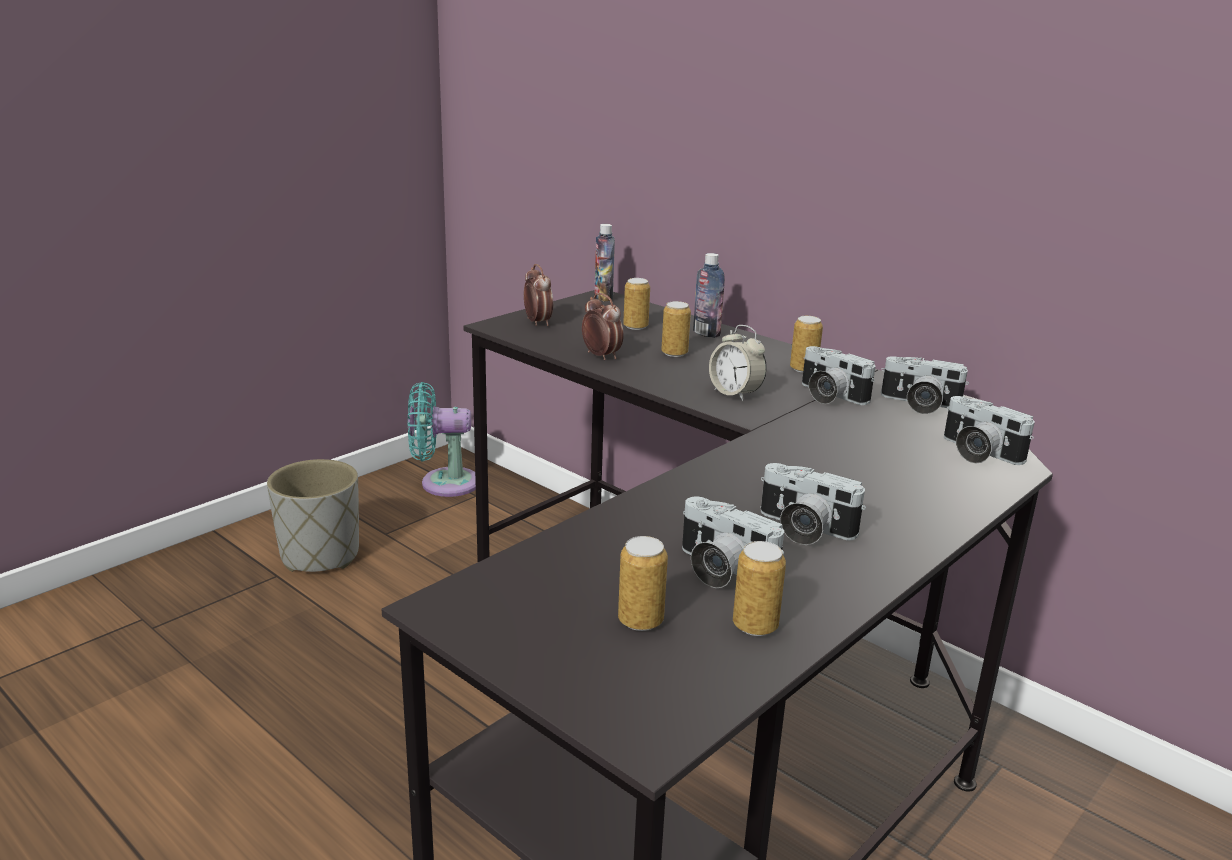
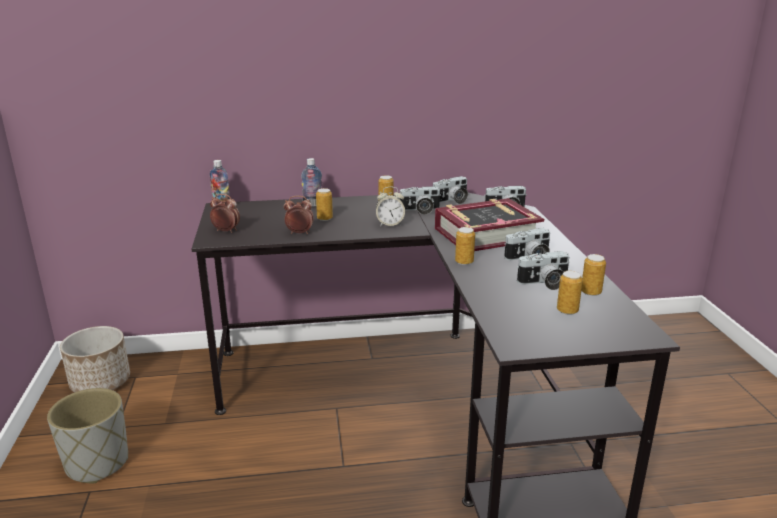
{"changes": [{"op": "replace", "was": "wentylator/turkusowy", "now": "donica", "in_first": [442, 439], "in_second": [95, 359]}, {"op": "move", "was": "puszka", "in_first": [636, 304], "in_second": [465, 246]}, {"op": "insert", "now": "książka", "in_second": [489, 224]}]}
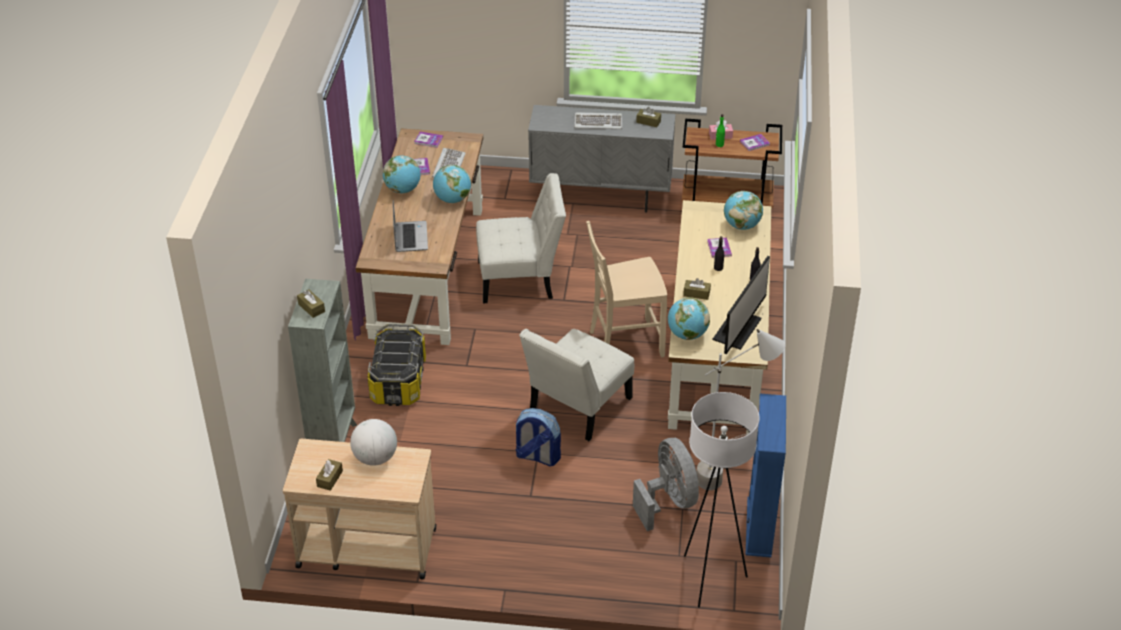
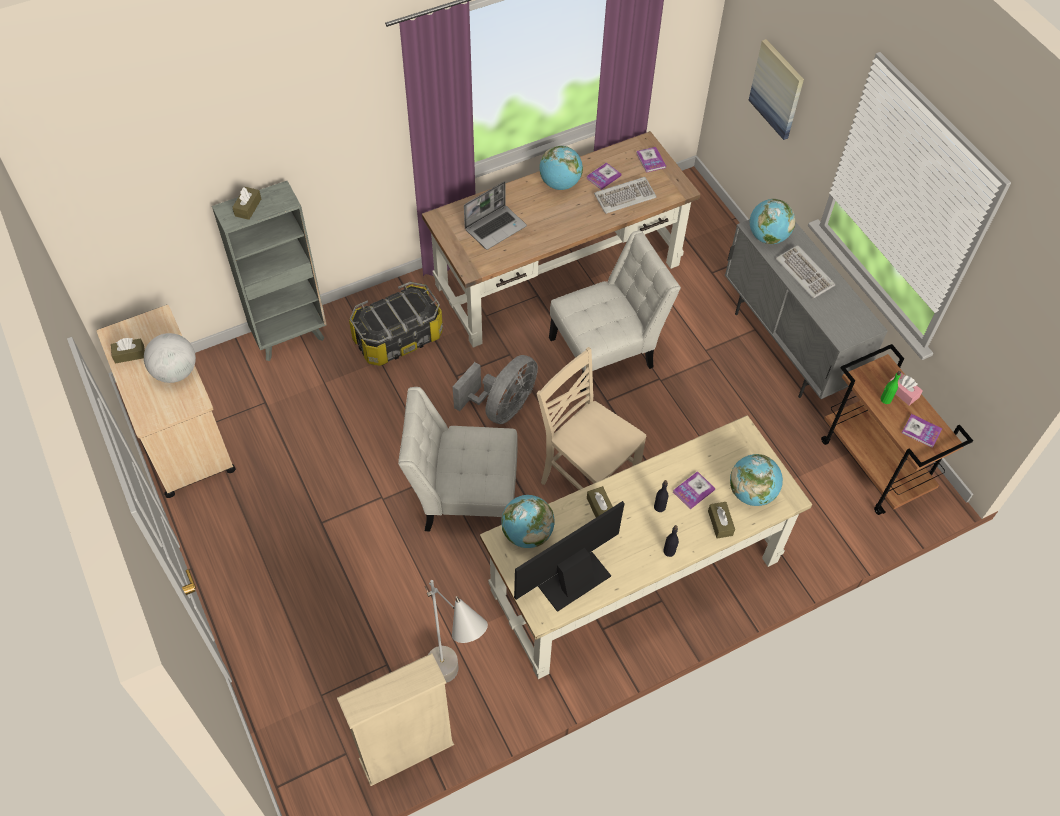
{"changes": [{"op": "move", "was": "globus", "in_first": [452, 184], "in_second": [772, 221]}, {"op": "rotate", "was": "krzesło/biały", "in_first": [521, 238], "in_second": [615, 311], "clockwise": -75}, {"op": "delete", "was": "plecak", "in_first": [538, 437]}, {"op": "move", "was": "wentylator/szary", "in_first": [666, 484], "in_second": [495, 389]}, {"op": "move", "was": "pudełko chusteczek/brązowy", "in_first": [648, 117], "in_second": [721, 520]}, {"op": "delete", "was": "lampa stojąca/biały", "in_first": [722, 500]}, {"op": "rotate", "was": "monitor", "in_first": [741, 305], "in_second": [569, 556], "clockwise": 150}, {"op": "recolor", "was": "regał/niebieski", "now": "regał/beżowy", "in_first": [766, 475], "in_second": [395, 719]}, {"op": "insert", "now": "obraz", "in_second": [776, 89]}]}
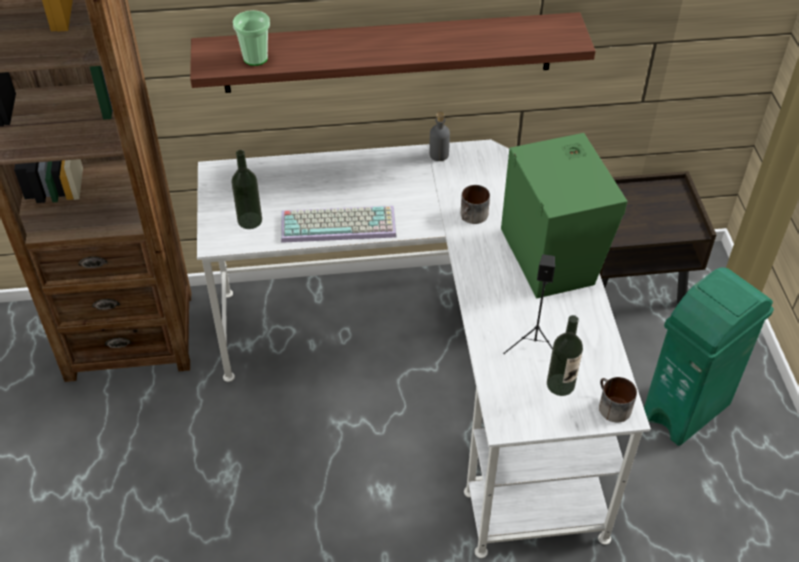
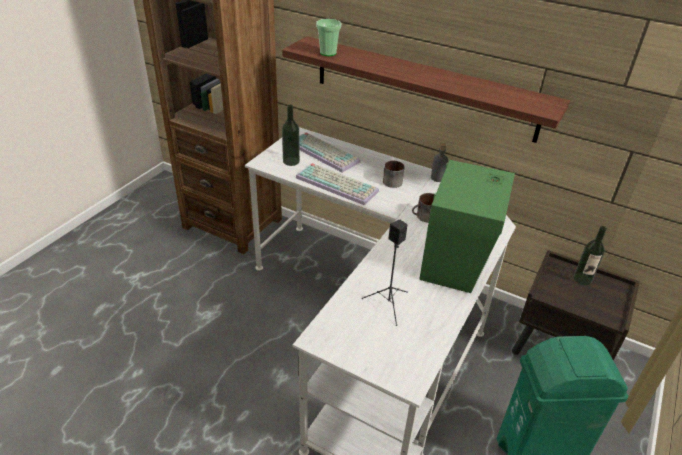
{"changes": [{"op": "move", "was": "butelka", "in_first": [565, 355], "in_second": [590, 255]}, {"op": "move", "was": "kubek", "in_first": [618, 400], "in_second": [393, 174]}, {"op": "insert", "now": "klawiatura", "in_second": [329, 152]}]}
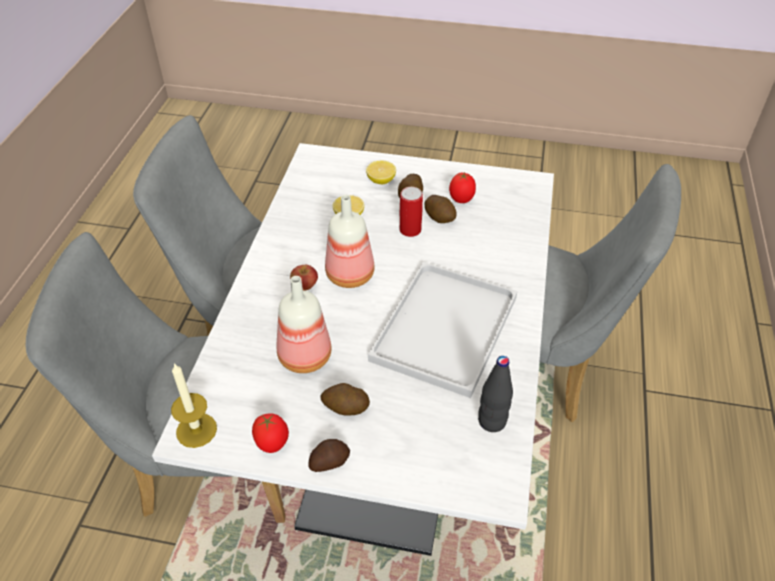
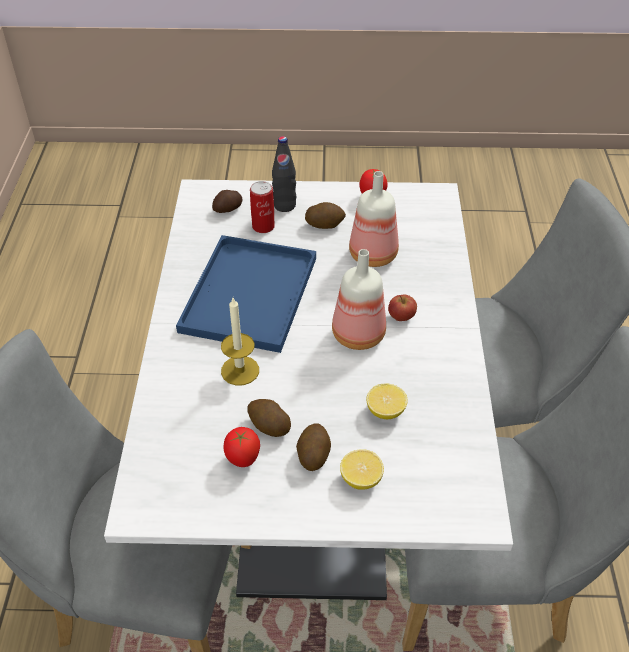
{"changes": [{"op": "move", "was": "świeca", "in_first": [194, 405], "in_second": [240, 342]}, {"op": "move", "was": "ziemniak", "in_first": [329, 455], "in_second": [227, 201]}, {"op": "recolor", "was": "taca/biały", "now": "taca/niebieski", "in_first": [443, 330], "in_second": [246, 294]}, {"op": "move", "was": "puszka", "in_first": [411, 212], "in_second": [262, 207]}, {"op": "move", "was": "butelka/czarny", "in_first": [495, 394], "in_second": [284, 174]}]}
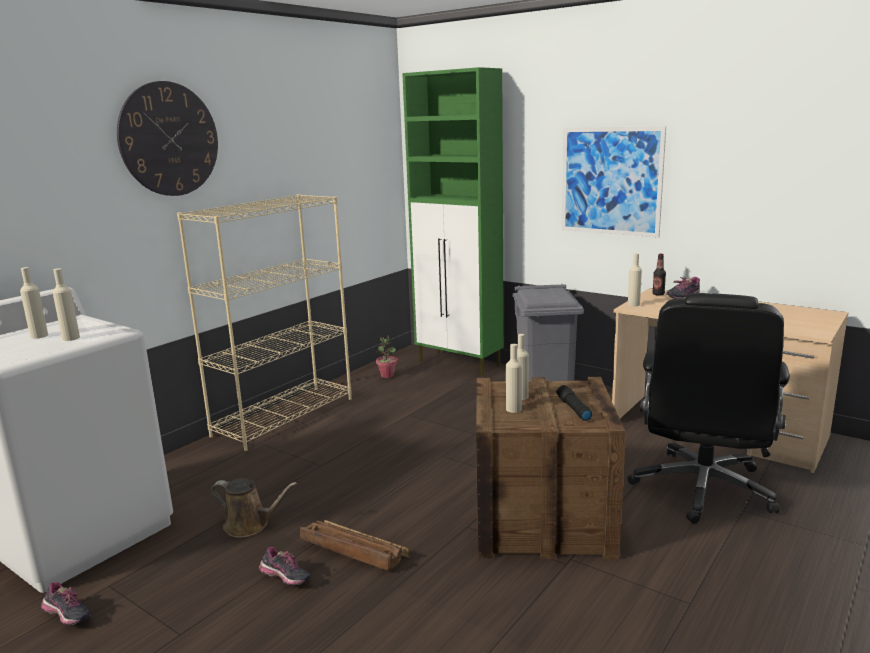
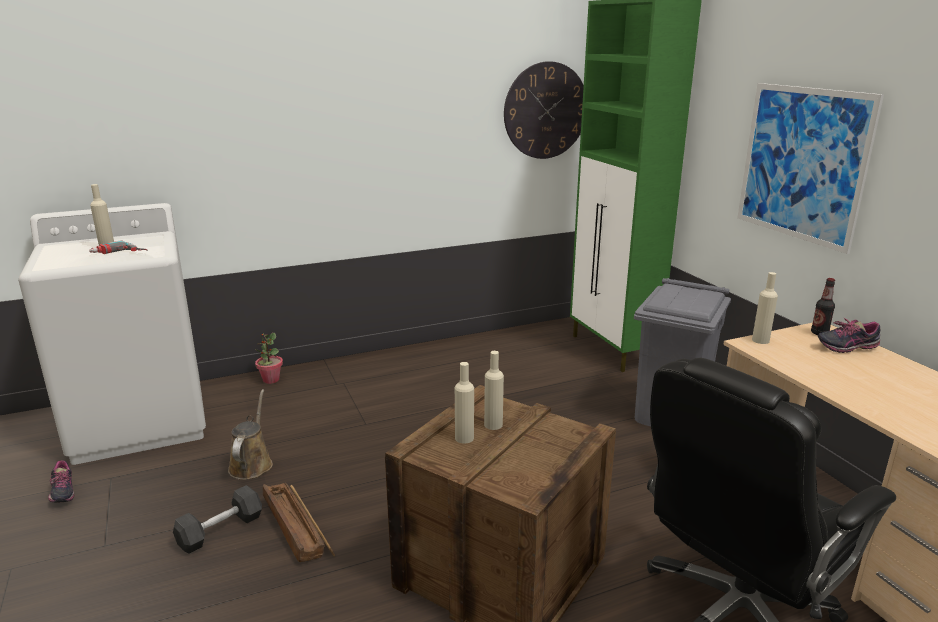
{"changes": [{"op": "replace", "was": "butelka/beżowy", "now": "wiertarka", "in_first": [66, 304], "in_second": [118, 247]}, {"op": "move", "was": "zegar ścienny", "in_first": [167, 138], "in_second": [544, 110]}, {"op": "delete", "was": "regał/beżowy", "in_first": [264, 322]}, {"op": "rotate", "was": "konewka/brązowy", "in_first": [253, 508], "in_second": [250, 434], "clockwise": -135}, {"op": "replace", "was": "but", "now": "hantel/szary", "in_first": [285, 566], "in_second": [217, 519]}, {"op": "move", "was": "roślina doniczkowa", "in_first": [387, 356], "in_second": [269, 358]}, {"op": "delete", "was": "latarka/czarny", "in_first": [574, 403]}]}
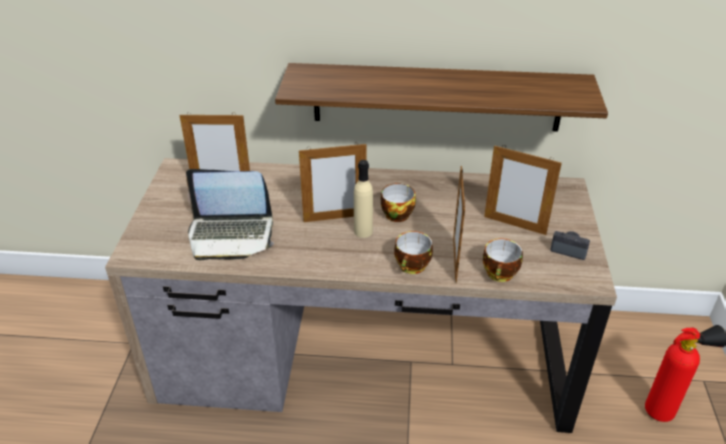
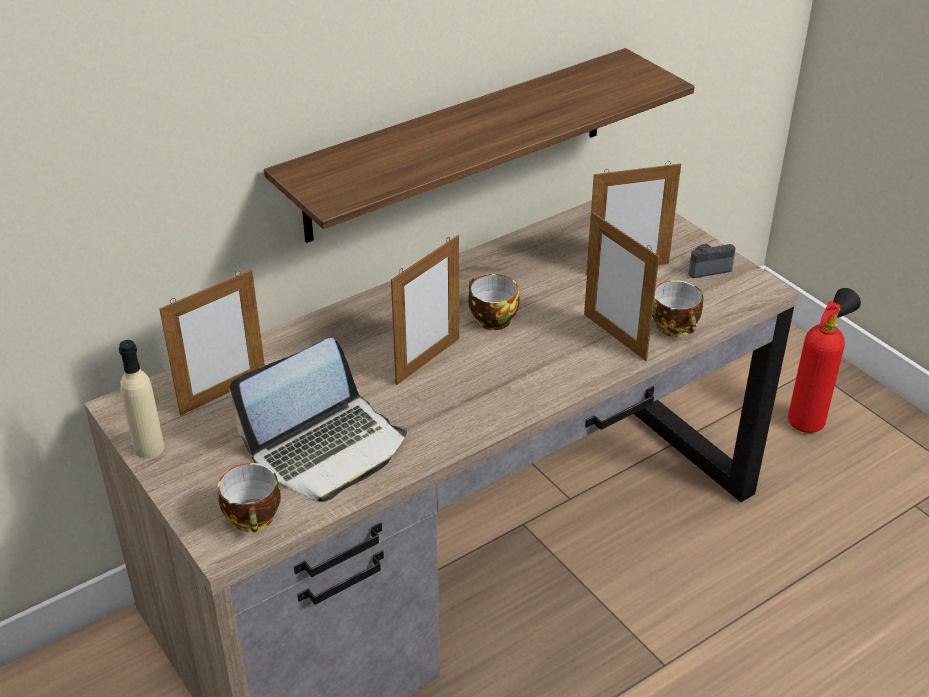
{"changes": [{"op": "move", "was": "butelka/beżowy", "in_first": [363, 199], "in_second": [142, 399]}, {"op": "move", "was": "filiżanka", "in_first": [413, 252], "in_second": [249, 497]}]}
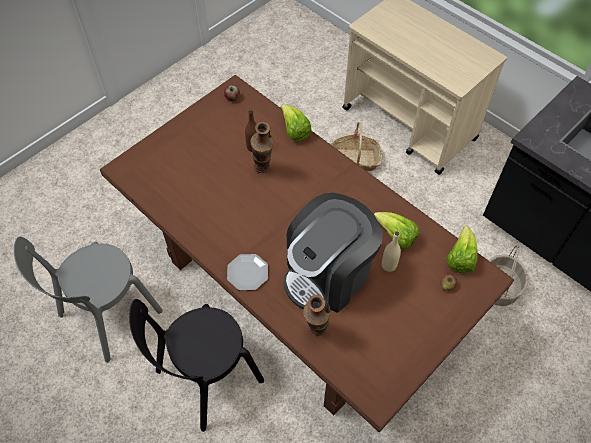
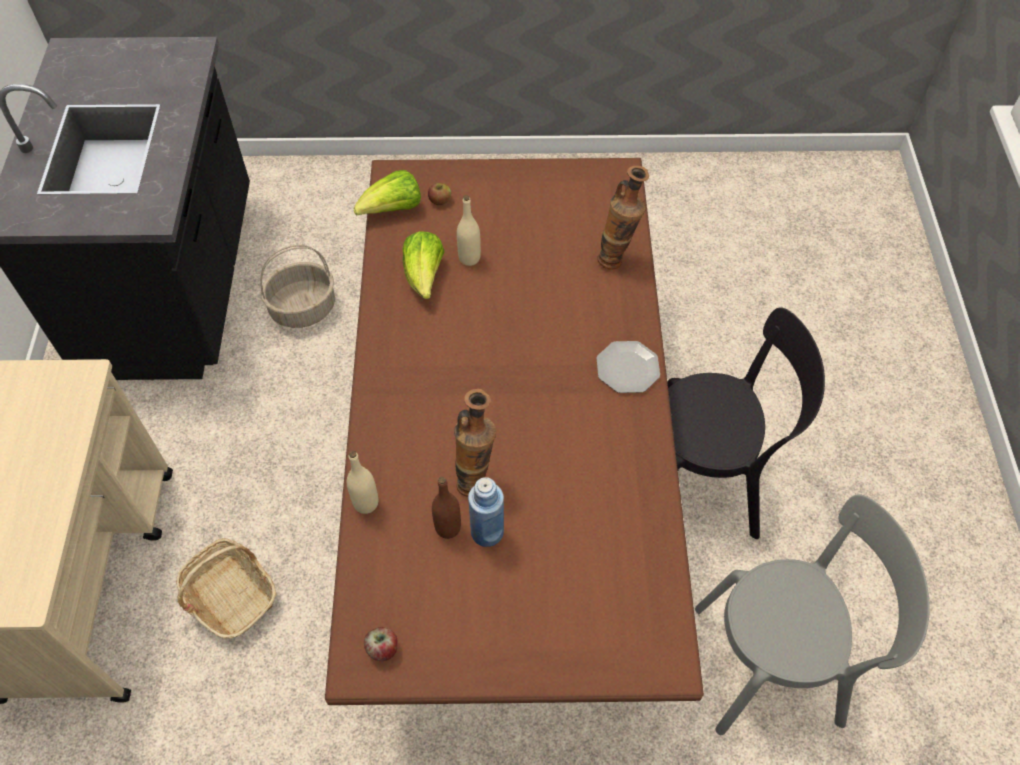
{"changes": [{"op": "replace", "was": "sałata", "now": "butelka/beżowy", "in_first": [296, 122], "in_second": [362, 482]}, {"op": "delete", "was": "ekspres do kawy", "in_first": [333, 253]}, {"op": "insert", "now": "butelka/niebieski", "in_second": [486, 512]}]}
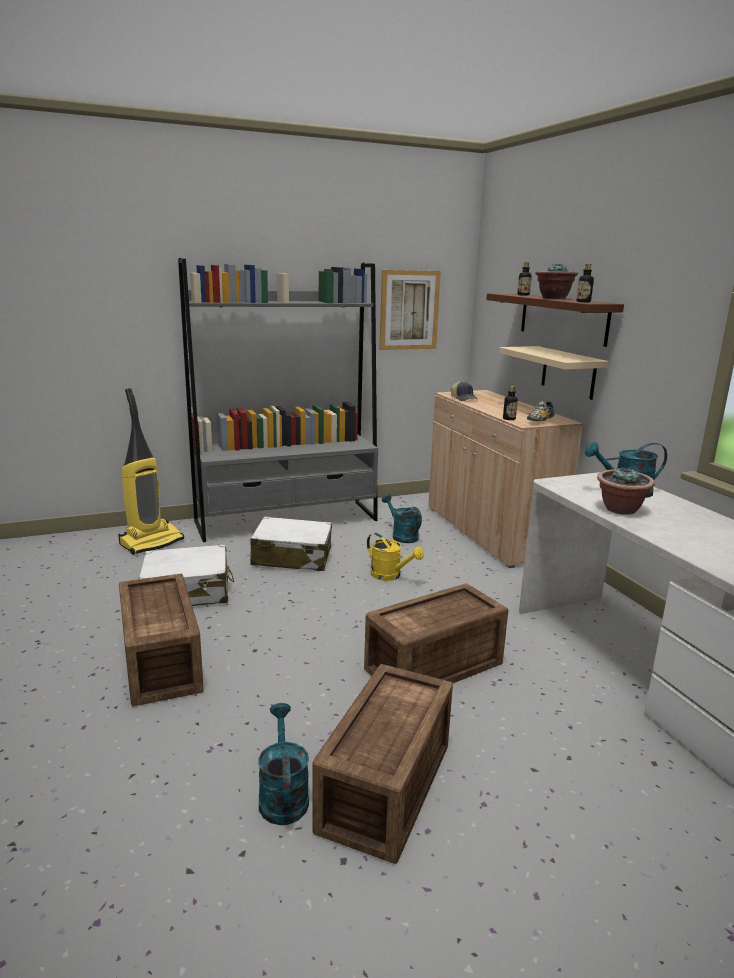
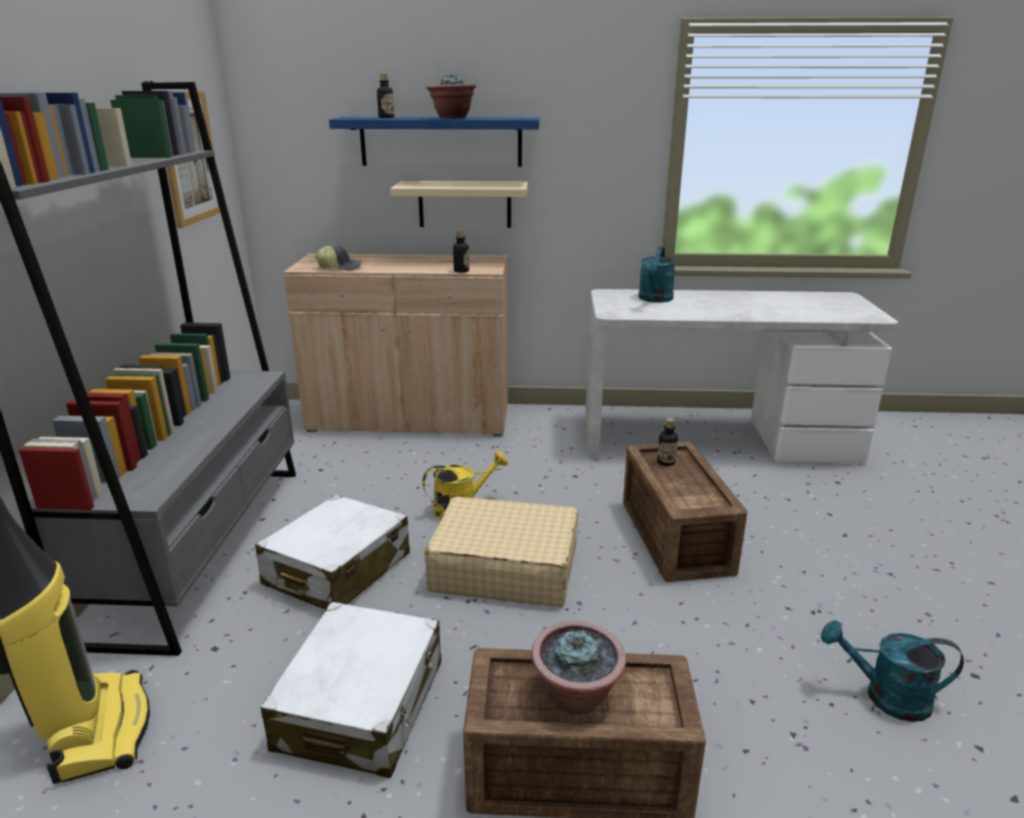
{"changes": [{"op": "delete", "was": "skrzynka", "in_first": [382, 764]}, {"op": "delete", "was": "konewka/turkusowy", "in_first": [402, 518]}, {"op": "recolor", "was": "półka/brązowy", "now": "półka/niebieski", "in_first": [555, 320], "in_second": [434, 142]}, {"op": "delete", "was": "but", "in_first": [541, 411]}, {"op": "move", "was": "butelka", "in_first": [585, 283], "in_second": [667, 442]}, {"op": "move", "was": "roślina doniczkowa", "in_first": [626, 491], "in_second": [578, 668]}, {"op": "insert", "now": "walizka/beżowy", "in_second": [501, 552]}]}
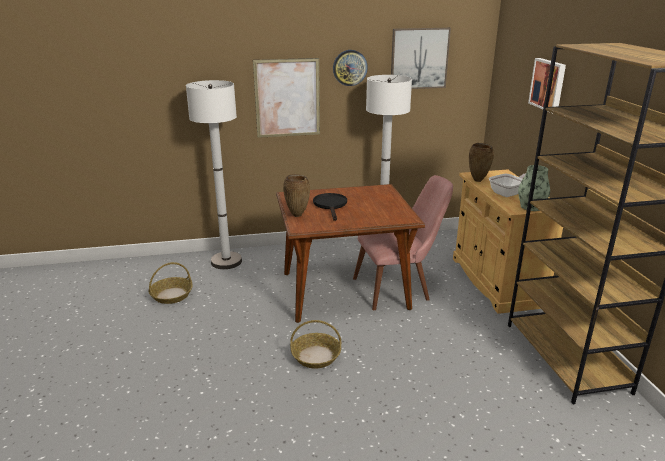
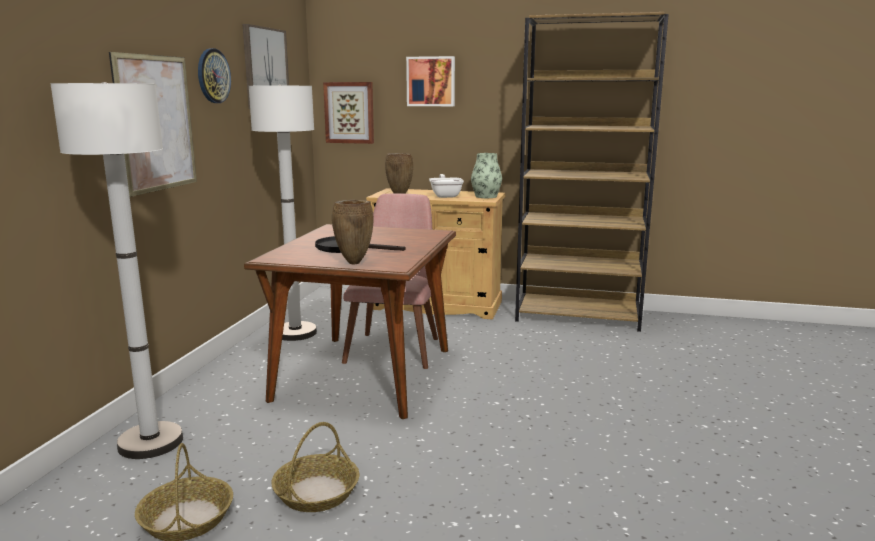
{"changes": [{"op": "move", "was": "koszyk", "in_first": [315, 344], "in_second": [315, 467]}, {"op": "insert", "now": "obraz", "in_second": [348, 113]}]}
